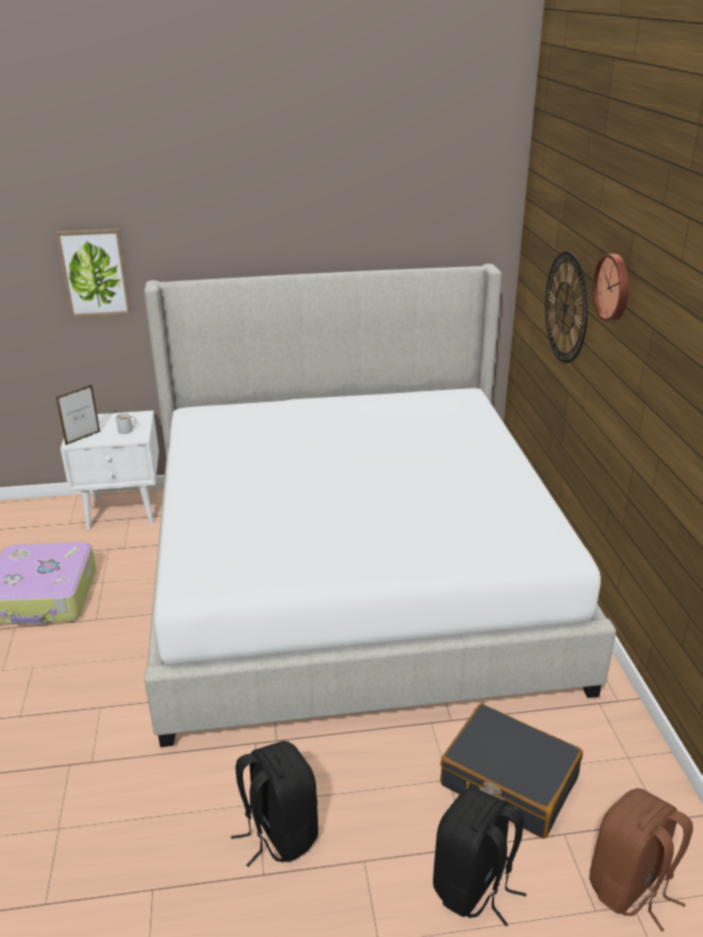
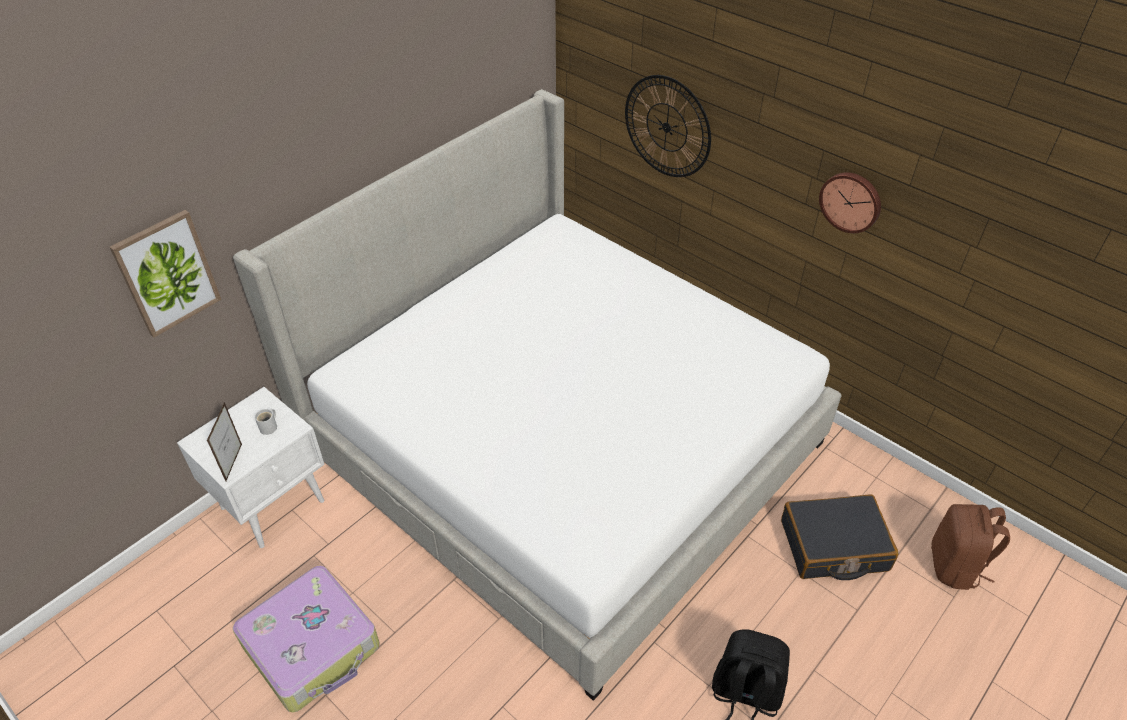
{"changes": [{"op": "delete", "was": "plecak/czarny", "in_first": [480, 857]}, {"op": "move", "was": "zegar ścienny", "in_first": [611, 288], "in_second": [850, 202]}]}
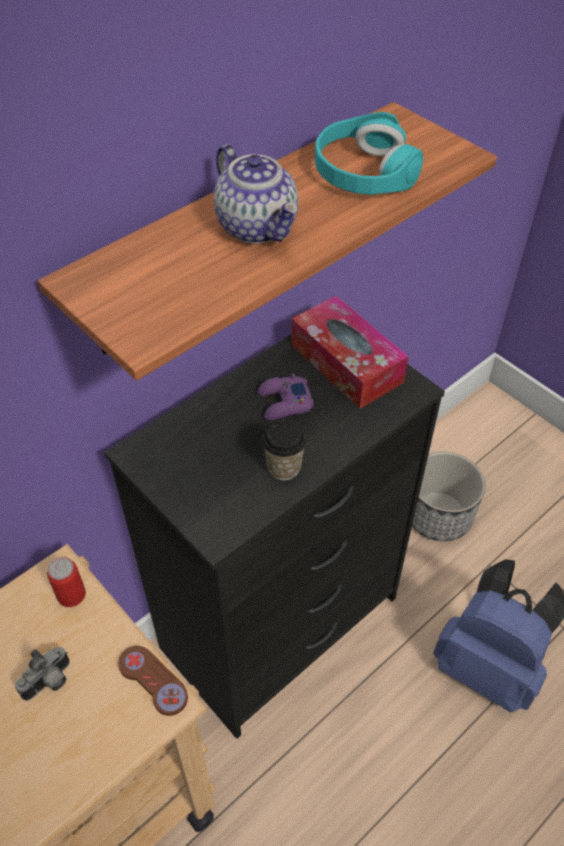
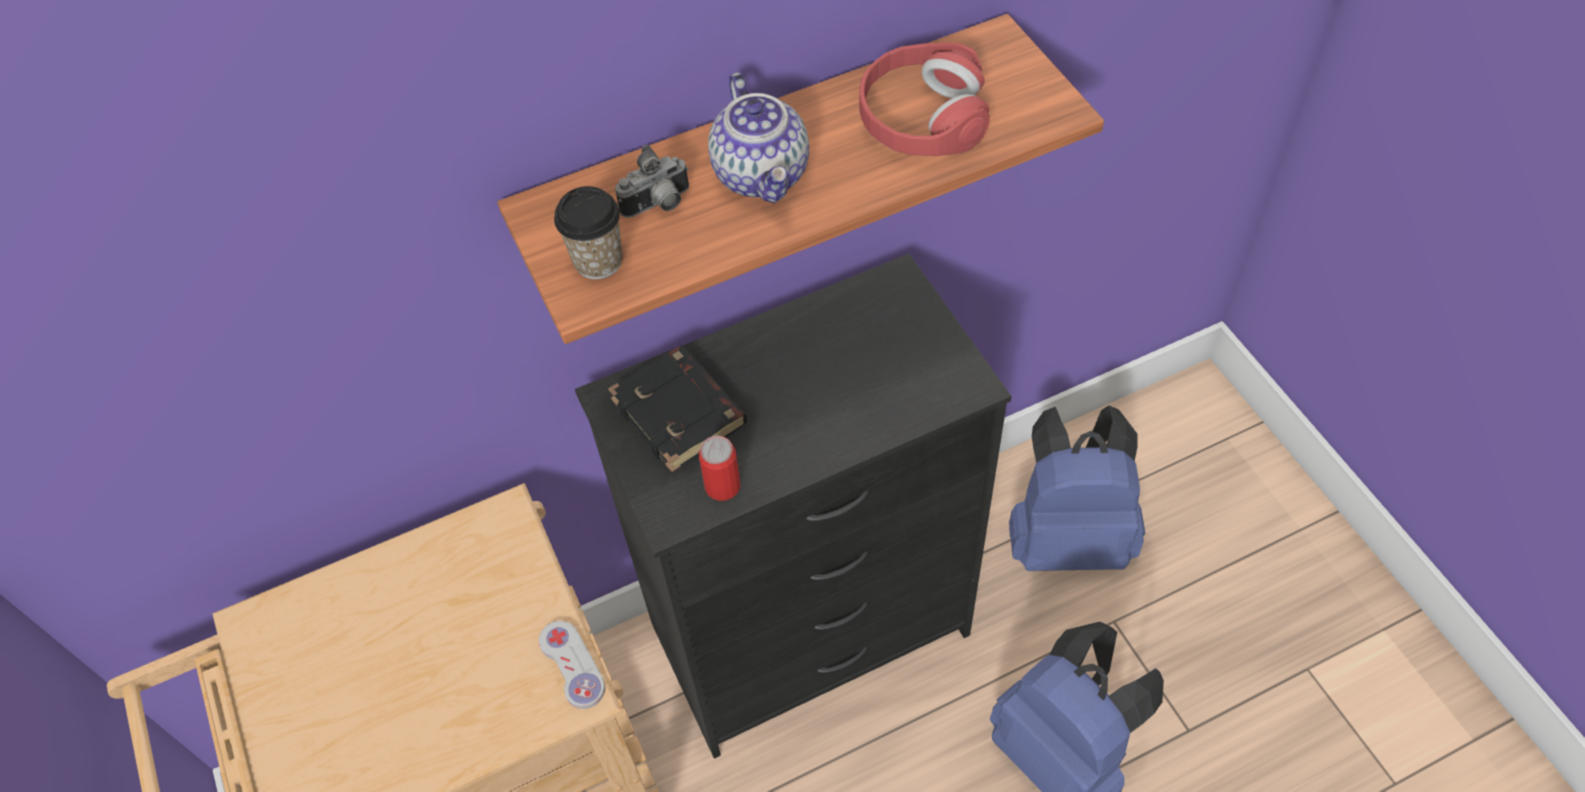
{"changes": [{"op": "move", "was": "aparat fotograficzny", "in_first": [42, 674], "in_second": [652, 181]}, {"op": "move", "was": "puszka", "in_first": [66, 582], "in_second": [719, 468]}, {"op": "recolor", "was": "pad do gier/brązowy", "now": "pad do gier/biały", "in_first": [153, 681], "in_second": [572, 665]}, {"op": "delete", "was": "pad do gier/fioletowy", "in_first": [286, 397]}, {"op": "move", "was": "filiżanka", "in_first": [284, 449], "in_second": [588, 232]}, {"op": "delete", "was": "pudełko chusteczek", "in_first": [349, 352]}, {"op": "recolor", "was": "słuchawki/turkusowy", "now": "słuchawki/czerwony", "in_first": [369, 153], "in_second": [924, 99]}, {"op": "replace", "was": "donica", "now": "plecak/niebieski", "in_first": [449, 496], "in_second": [1077, 488]}, {"op": "insert", "now": "książka/czarny", "in_second": [677, 408]}]}
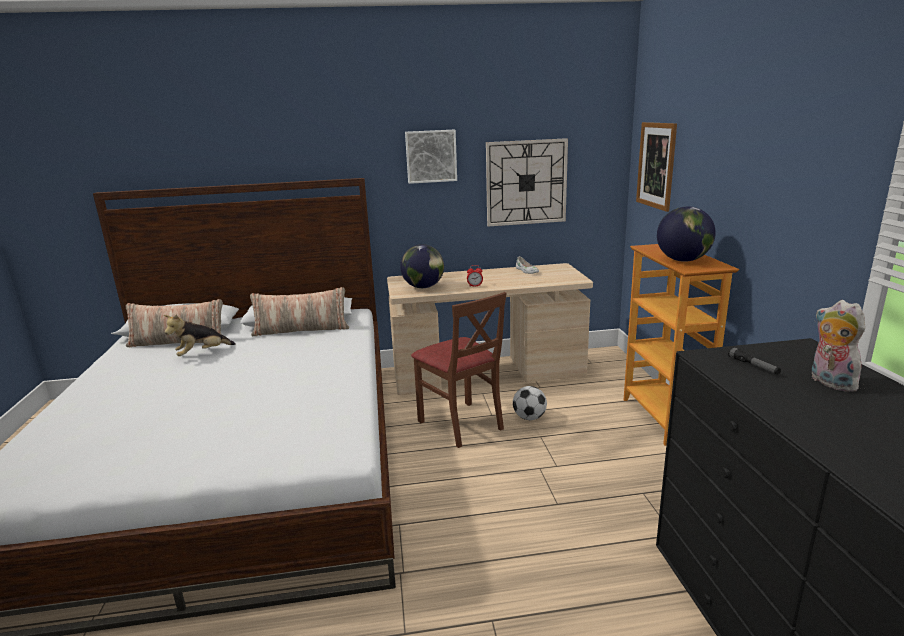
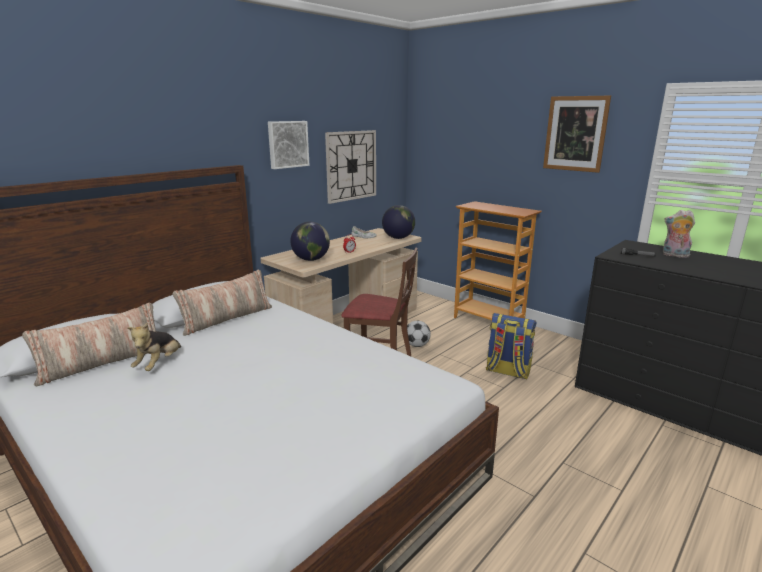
{"changes": [{"op": "move", "was": "obraz", "in_first": [656, 167], "in_second": [577, 134]}, {"op": "move", "was": "globus", "in_first": [686, 234], "in_second": [398, 222]}, {"op": "insert", "now": "plecak", "in_second": [511, 346]}]}
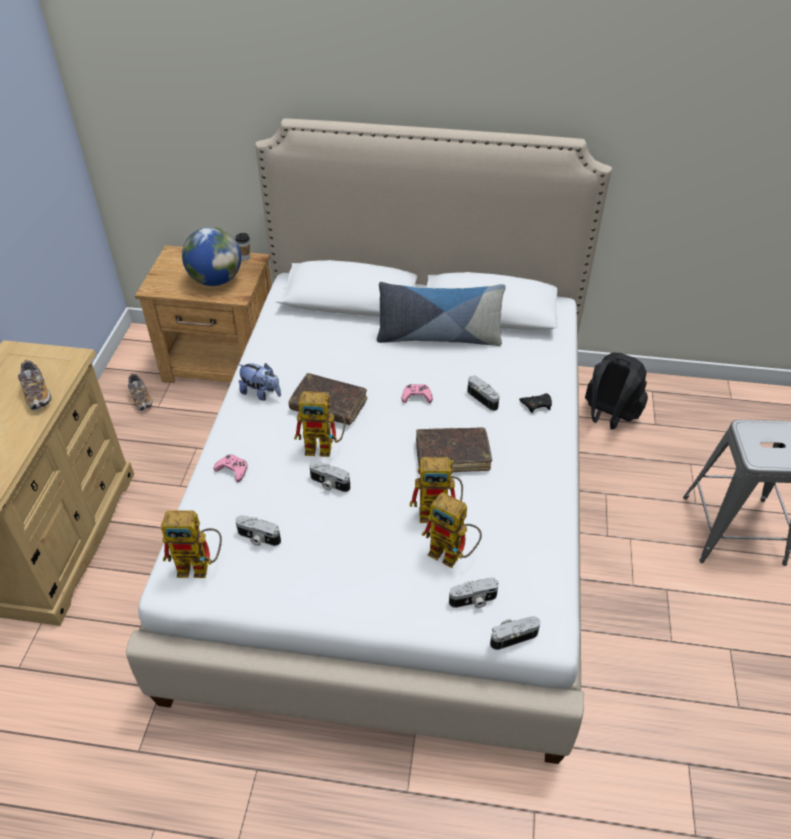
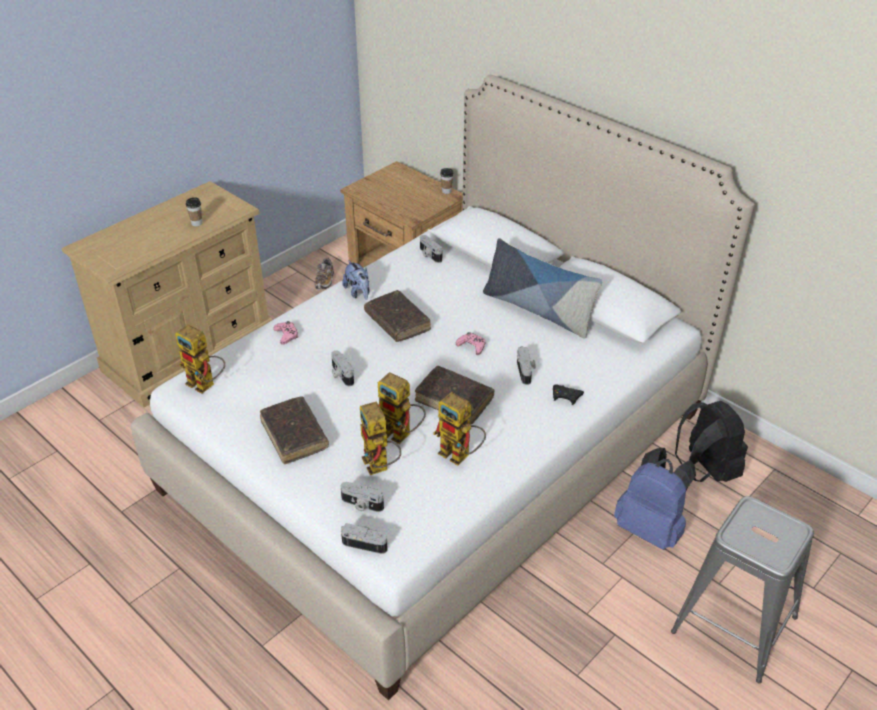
{"changes": [{"op": "replace", "was": "but", "now": "filiżanka", "in_first": [35, 384], "in_second": [194, 211]}, {"op": "delete", "was": "globus", "in_first": [211, 256]}, {"op": "move", "was": "aparat fotograficzny", "in_first": [258, 530], "in_second": [431, 249]}, {"op": "move", "was": "robot zabawkowy", "in_first": [320, 424], "in_second": [459, 428]}, {"op": "insert", "now": "książka/brązowy", "in_second": [294, 430]}, {"op": "insert", "now": "plecak/niebieski", "in_second": [655, 499]}]}
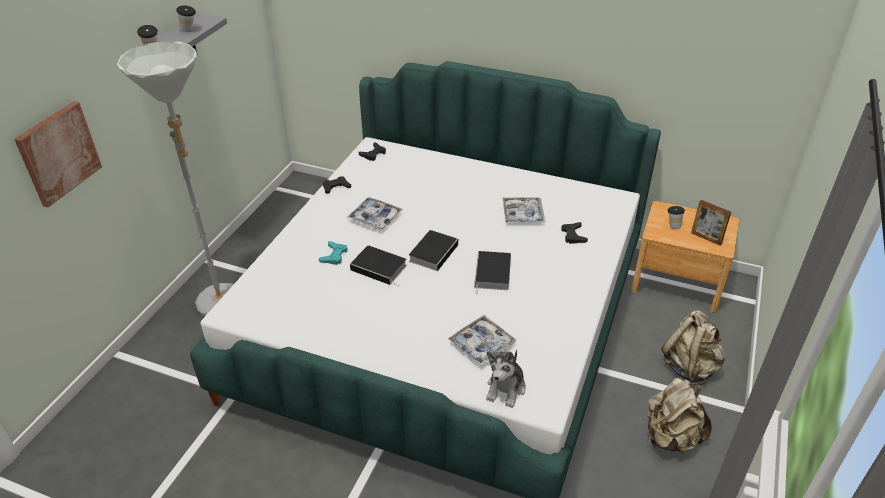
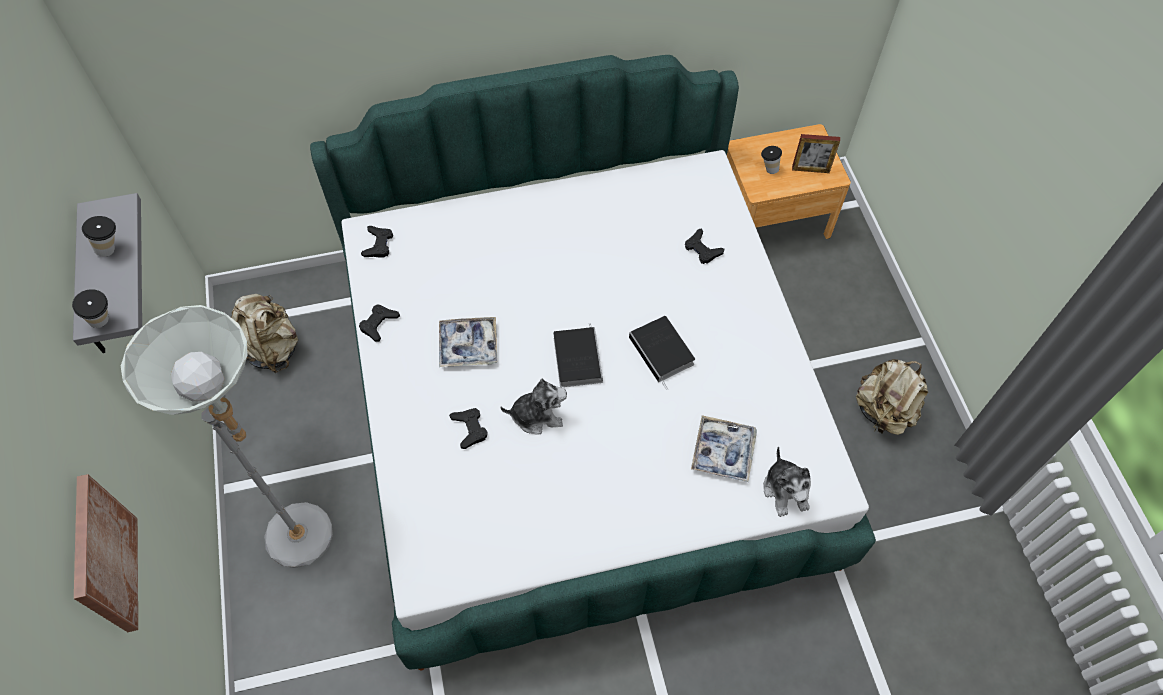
{"changes": [{"op": "recolor", "was": "pad do gier/turkusowy", "now": "pad do gier/czarny", "in_first": [333, 253], "in_second": [468, 428]}, {"op": "replace", "was": "książka", "now": "pluszak", "in_first": [378, 265], "in_second": [533, 407]}, {"op": "delete", "was": "taca", "in_first": [523, 210]}, {"op": "move", "was": "plecak/beżowy", "in_first": [693, 347], "in_second": [264, 334]}]}
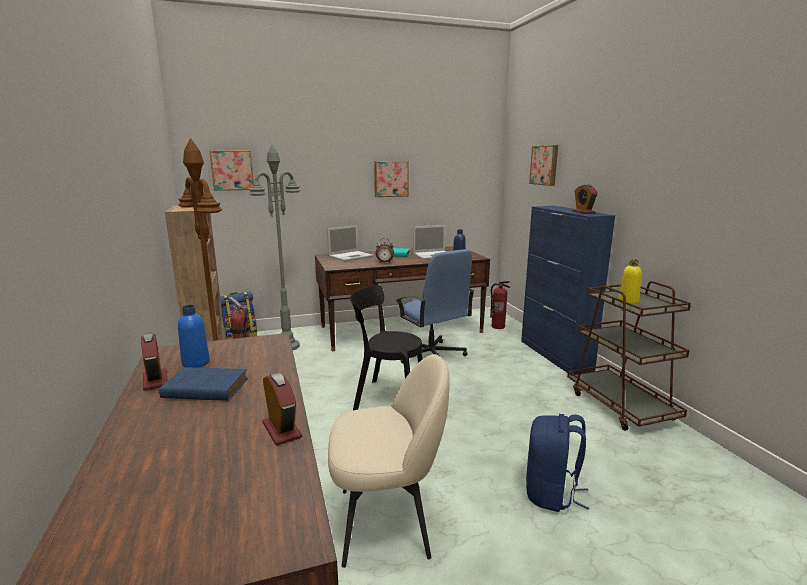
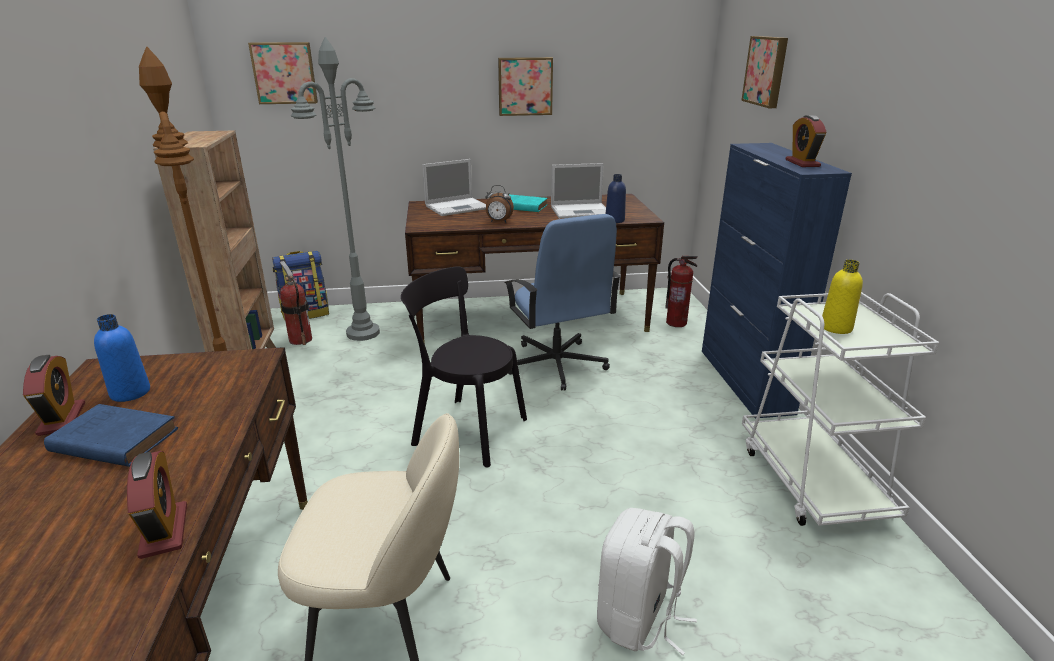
{"changes": [{"op": "recolor", "was": "plecak/niebieski", "now": "plecak/biały", "in_first": [557, 463], "in_second": [647, 581]}, {"op": "recolor", "was": "wózek/brązowy", "now": "wózek/biały", "in_first": [629, 356], "in_second": [840, 409]}]}
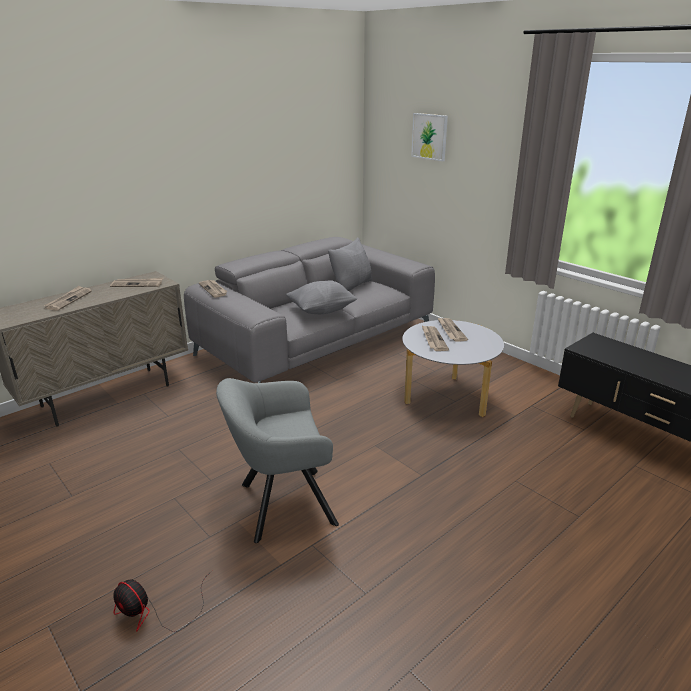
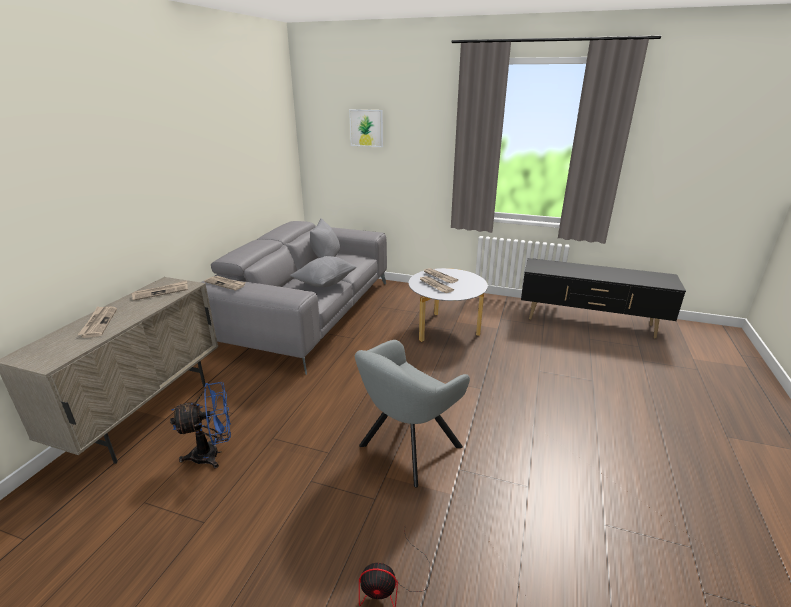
{"changes": [{"op": "insert", "now": "wentylator/niebieski", "in_second": [200, 425]}]}
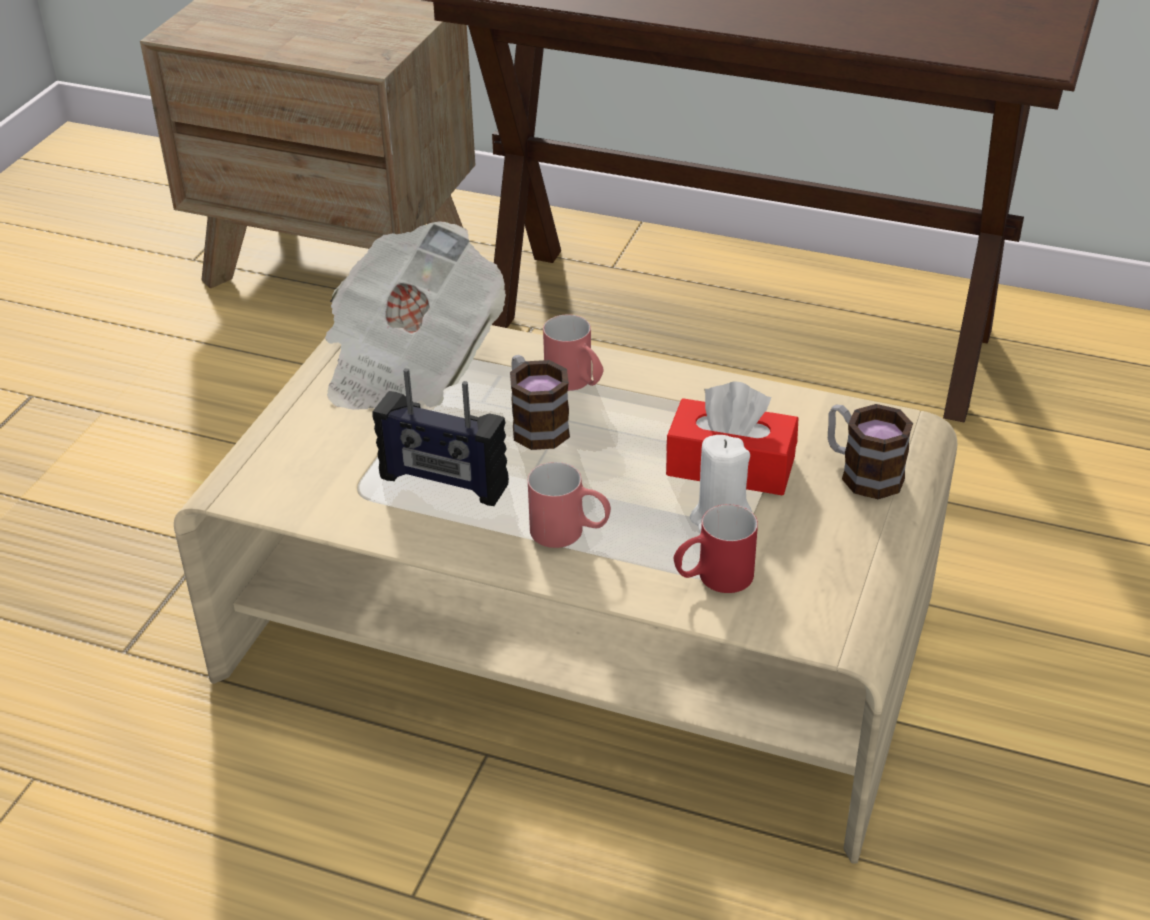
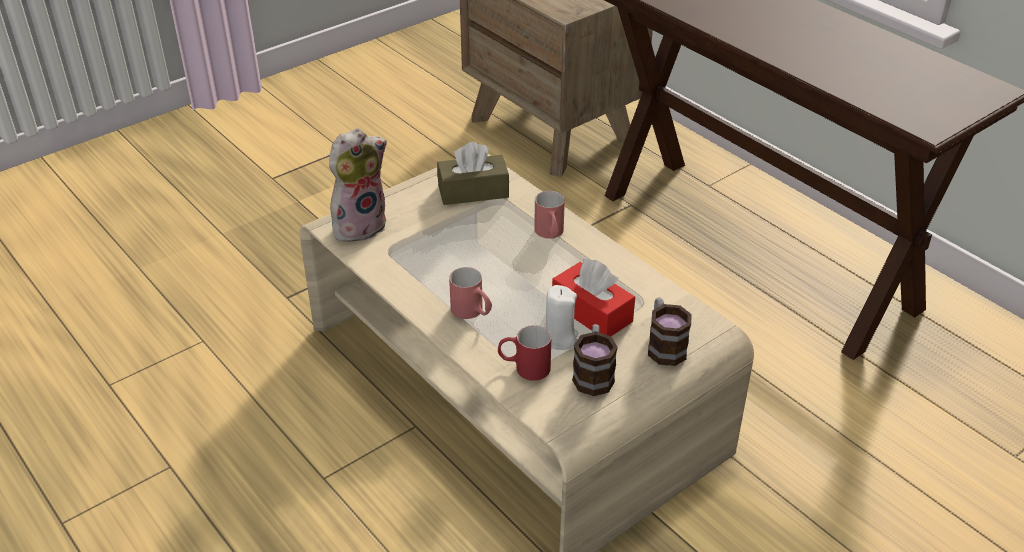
{"changes": [{"op": "replace", "was": "gazeta", "now": "pudełko chusteczek/brązowy", "in_first": [415, 315], "in_second": [473, 173]}, {"op": "delete", "was": "radio", "in_first": [441, 437]}, {"op": "move", "was": "kubek", "in_first": [540, 402], "in_second": [595, 360]}, {"op": "insert", "now": "pluszak", "in_second": [358, 186]}]}
